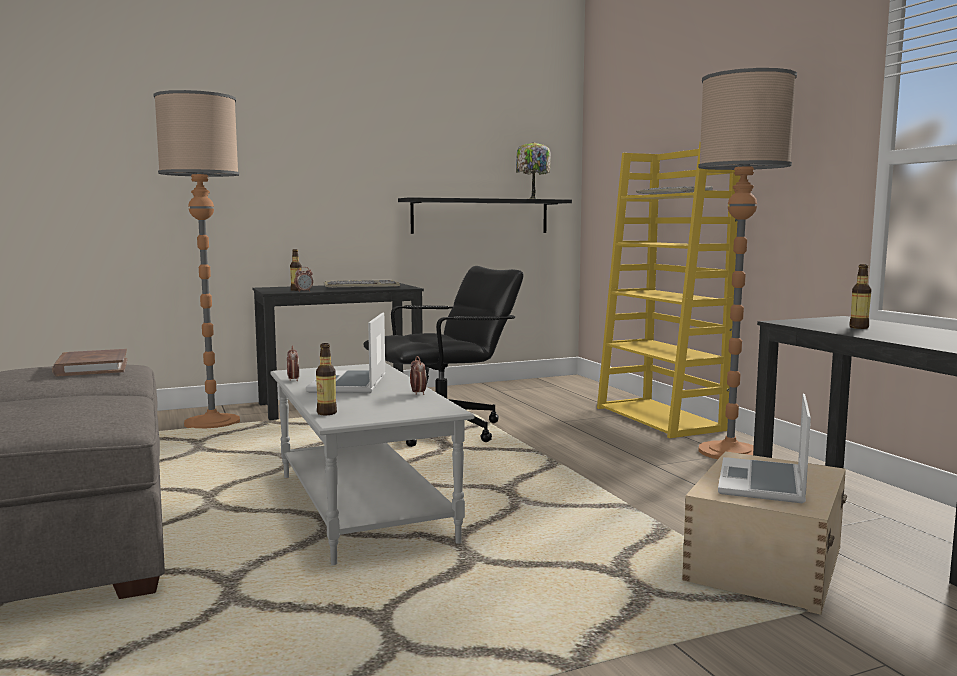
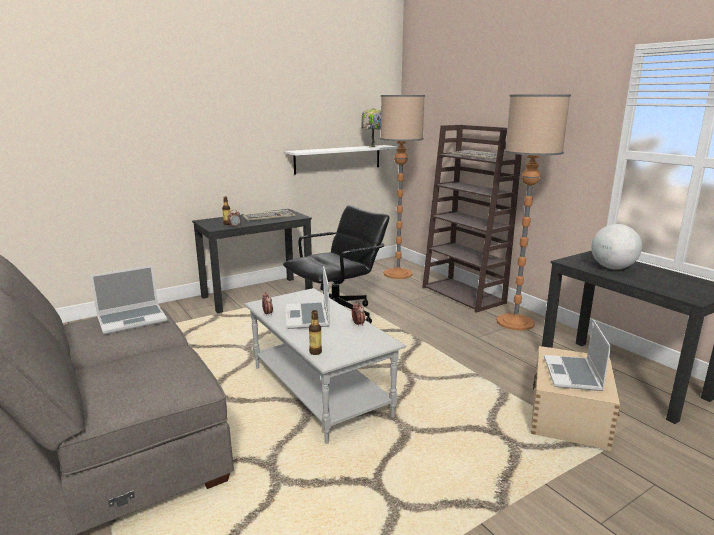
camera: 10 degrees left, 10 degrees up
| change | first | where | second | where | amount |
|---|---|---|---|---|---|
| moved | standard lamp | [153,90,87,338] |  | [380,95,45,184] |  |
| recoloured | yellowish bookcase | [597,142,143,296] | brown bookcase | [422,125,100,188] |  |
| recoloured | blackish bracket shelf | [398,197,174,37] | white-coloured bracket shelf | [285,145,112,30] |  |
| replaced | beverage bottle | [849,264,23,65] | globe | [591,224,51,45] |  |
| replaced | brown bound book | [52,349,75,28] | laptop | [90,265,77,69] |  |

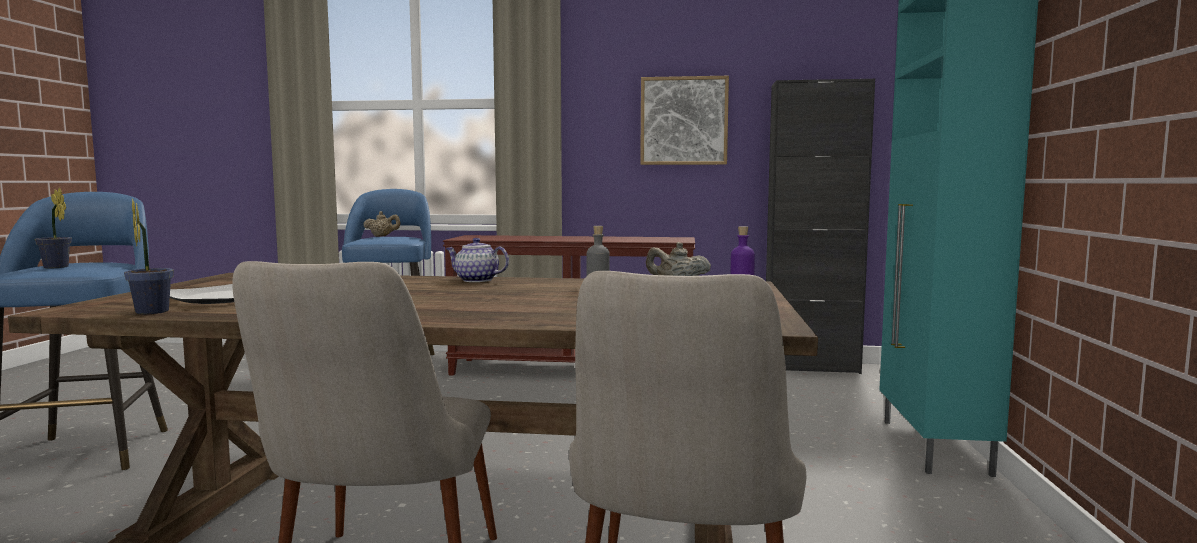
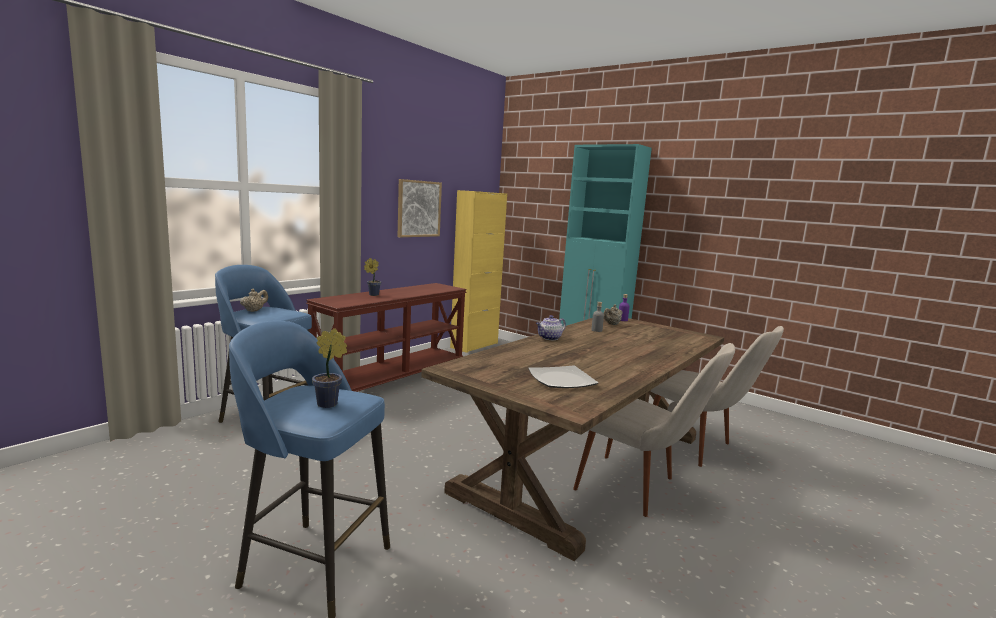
camera: 60 degrees left, 5 degrees up
| change | first | where | second | where | amount |
|---|---|---|---|---|---|
| recoloured | blackish storage cabinet | [766,79,109,295] | yellowish storage cabinet | [450,190,57,163] |  |
| moved | plant in a pot | [124,198,50,116] |  | [364,258,17,38] |  |

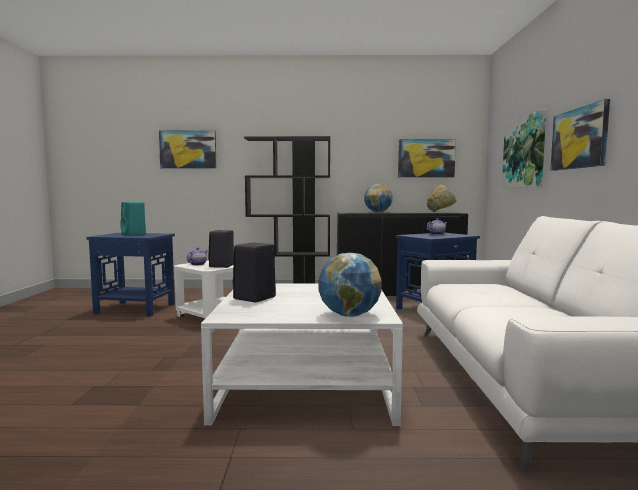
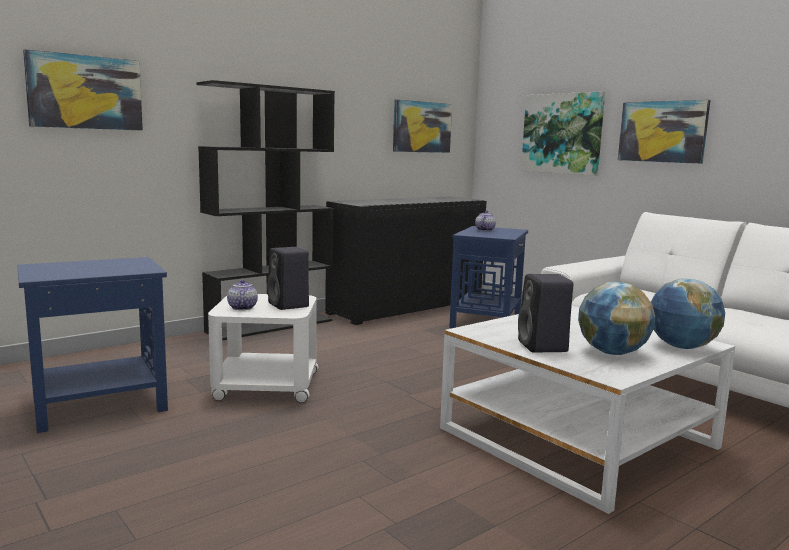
camera: 40 degrees left, 5 degrees up
| change | first | where | second | where | amount |
|---|---|---|---|---|---|
| moved | globe | [364,184,29,28] |  | [578,282,77,73] |  |
| removed | green-coloured deep dish | [427,185,29,27] |  |  |  |
| removed | turquoise loudspeaker | [120,202,26,34] |  |  |  |

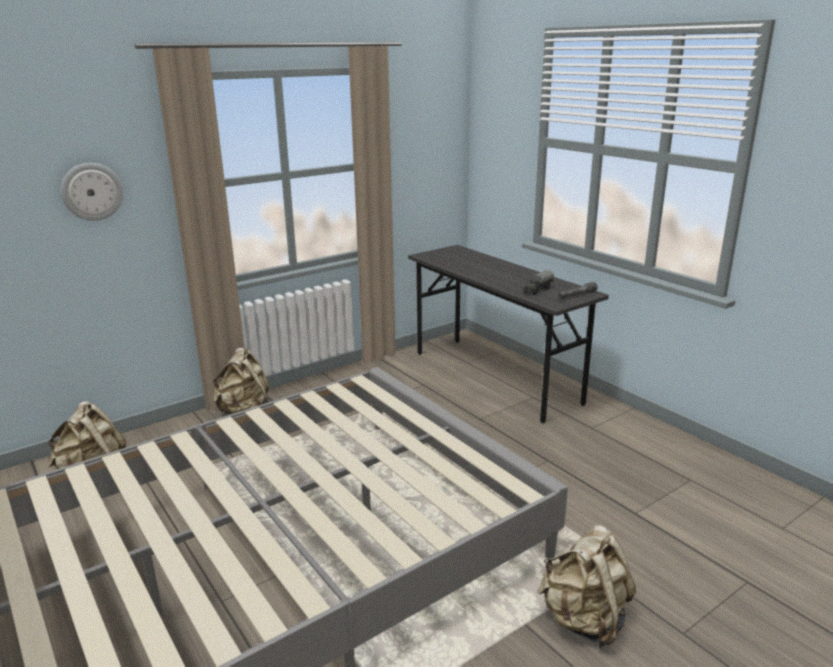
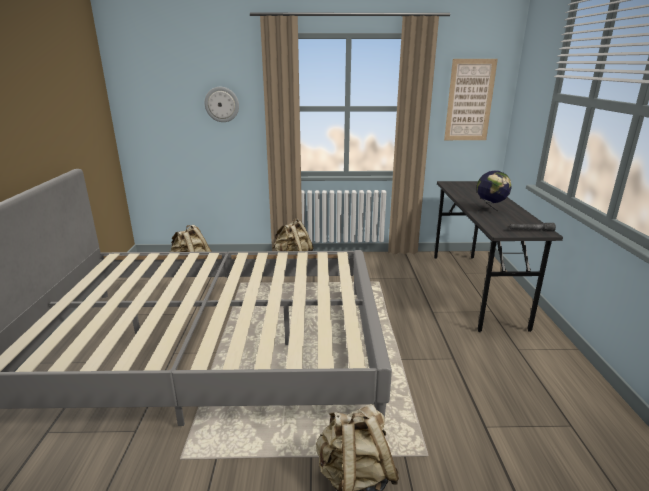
camera: 35 degrees right, 0 degrees up
| change | first | where | second | where | amount |
|---|---|---|---|---|---|
| removed | toy truck | [523,270,31,25] |  |  |  |
| added |  |  | picture | [444,59,54,81] |  |
| added |  |  | globe | [477,170,35,44] |  |

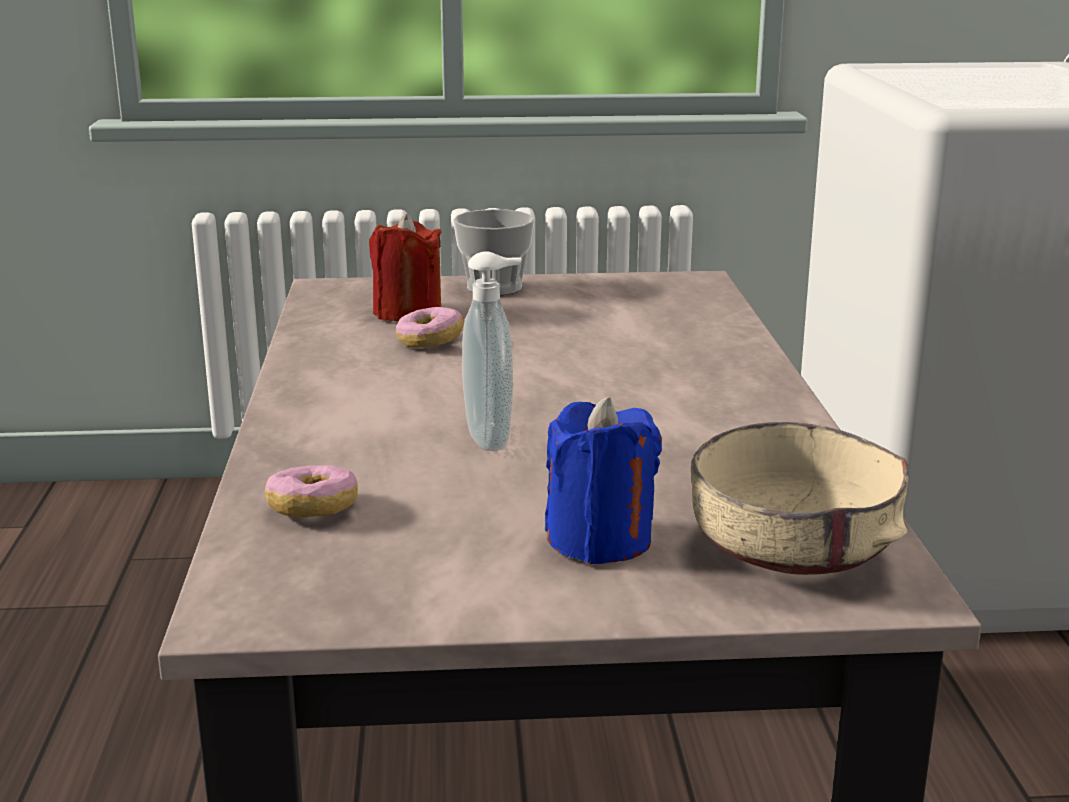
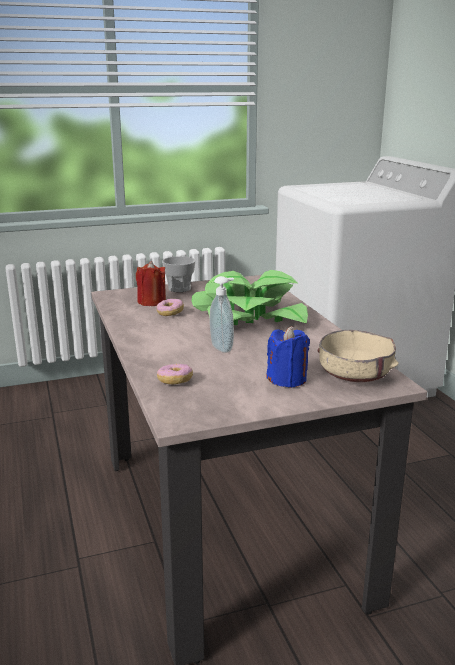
camera: 15 degrees left, 0 degrees up
| change | first | where | second | where | amount |
|---|---|---|---|---|---|
| added |  |  | plant in a pot | [192,270,116,55] |  |

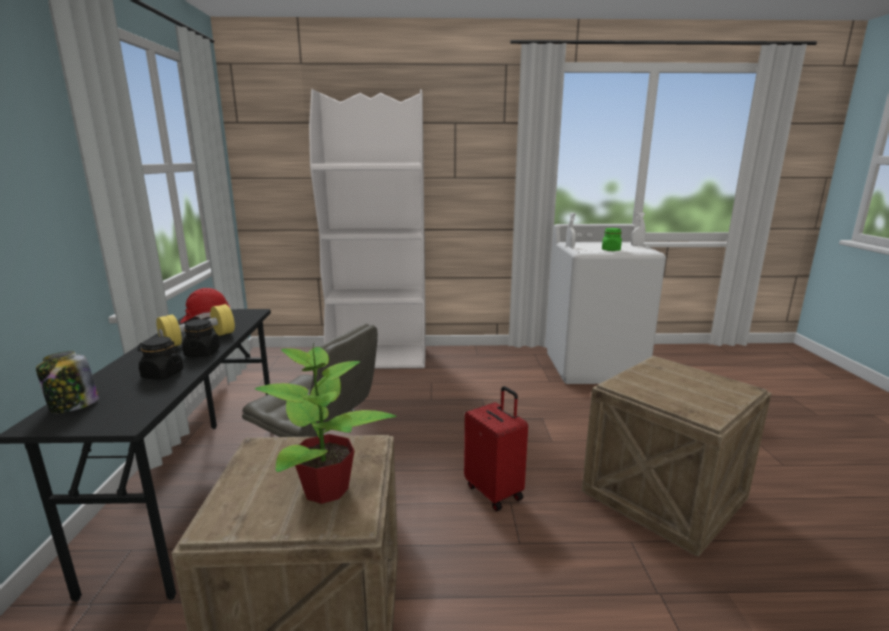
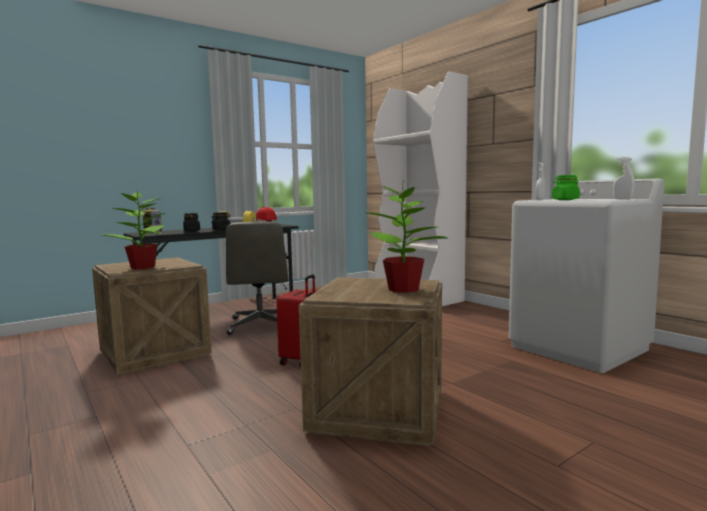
camera: 55 degrees right, 10 degrees down
| change | first | where | second | where | amount |
|---|---|---|---|---|---|
| added |  |  | plant in a pot | [365,184,83,109] |  |

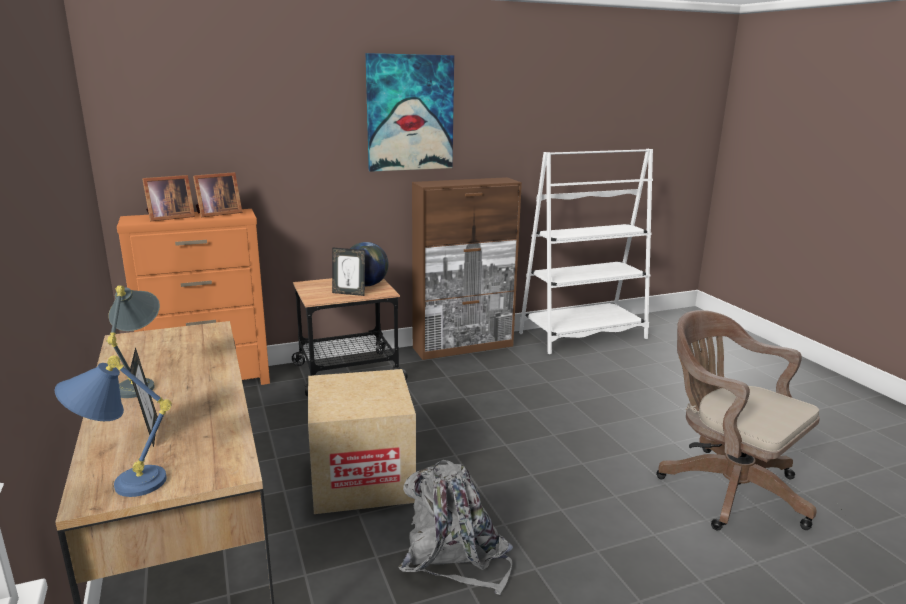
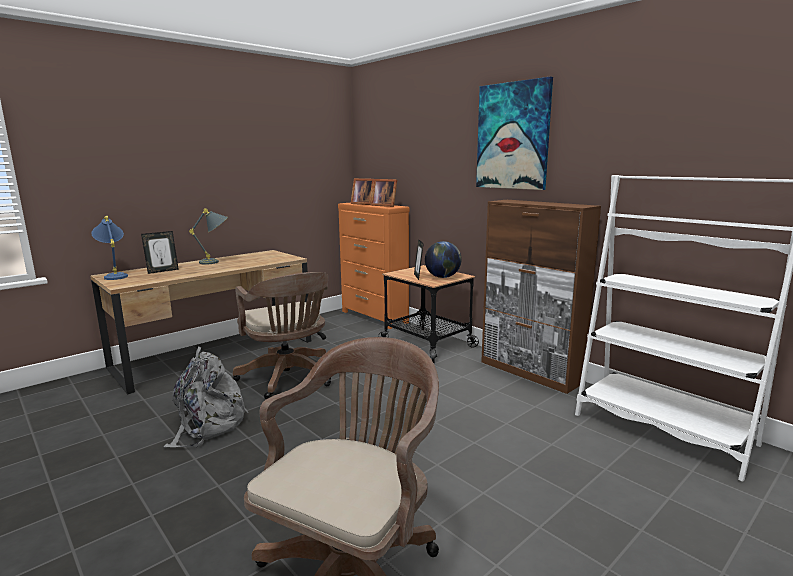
camera: 70 degrees right, 5 degrees down
| change | first | where | second | where | amount |
|---|---|---|---|---|---|
| replaced | carton | [308,369,108,145] | brown desk chair | [233,272,98,127] |  |

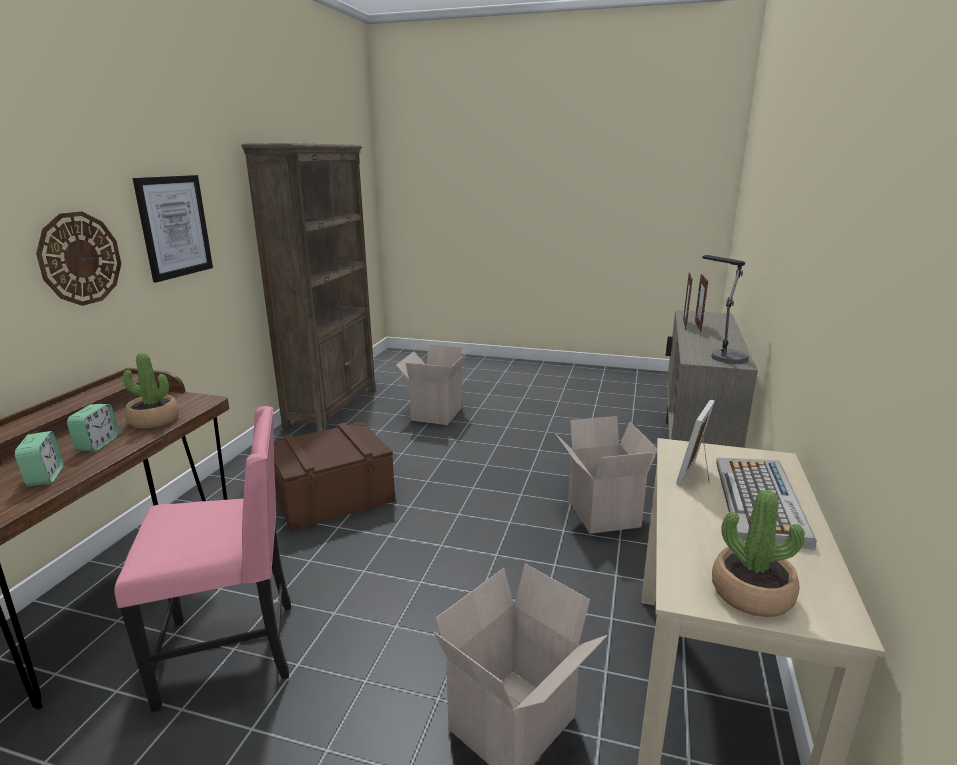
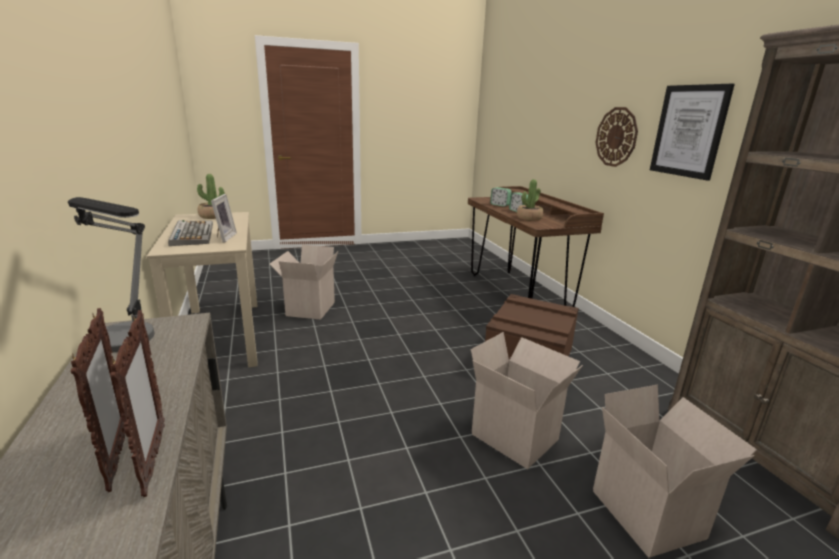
camera: 145 degrees right, 0 degrees up
| change | first | where | second | where | amount |
|---|---|---|---|---|---|
| removed | pink chair | [114,406,177,306] |  |  |  |
| moved | carton | [555,416,102,118] |  | [471,332,112,137] |  |

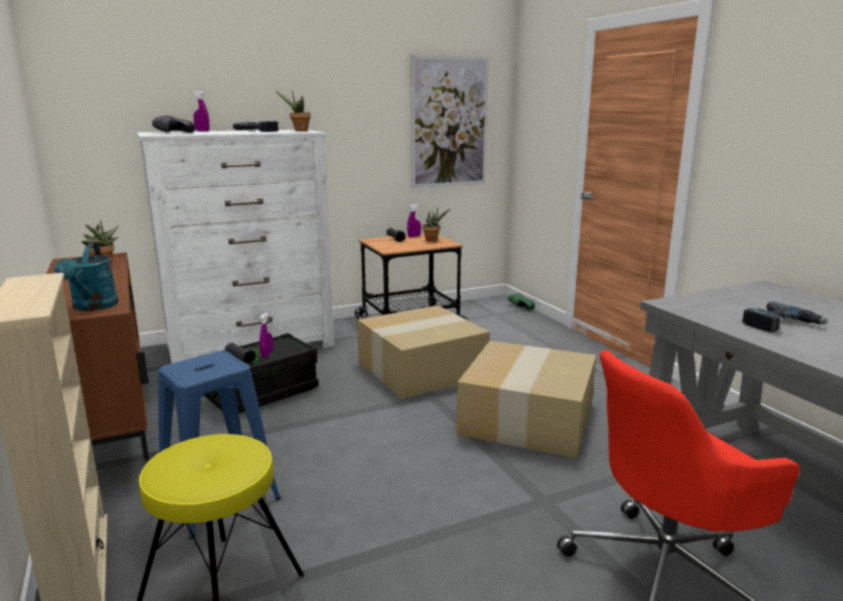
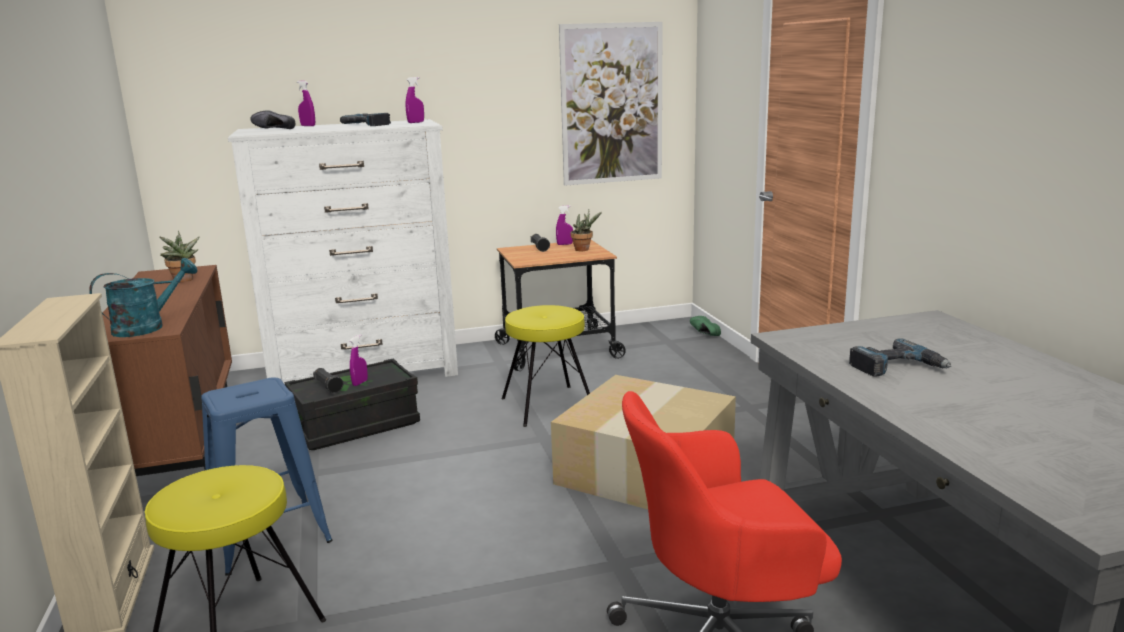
camera: 10 degrees right, 0 degrees up
| change | first | where | second | where | amount |
|---|---|---|---|---|---|
| replaced | plant in a pot | [276,91,35,40] | purple sprayer | [405,77,19,46] |  |
| turned | turquoise watering pot | [54,244,65,67] |  | [89,258,109,79] | 135 degrees counterclockwise |
| replaced | carton | [357,305,133,94] | yellowish sitting stool | [502,305,88,122] |  |

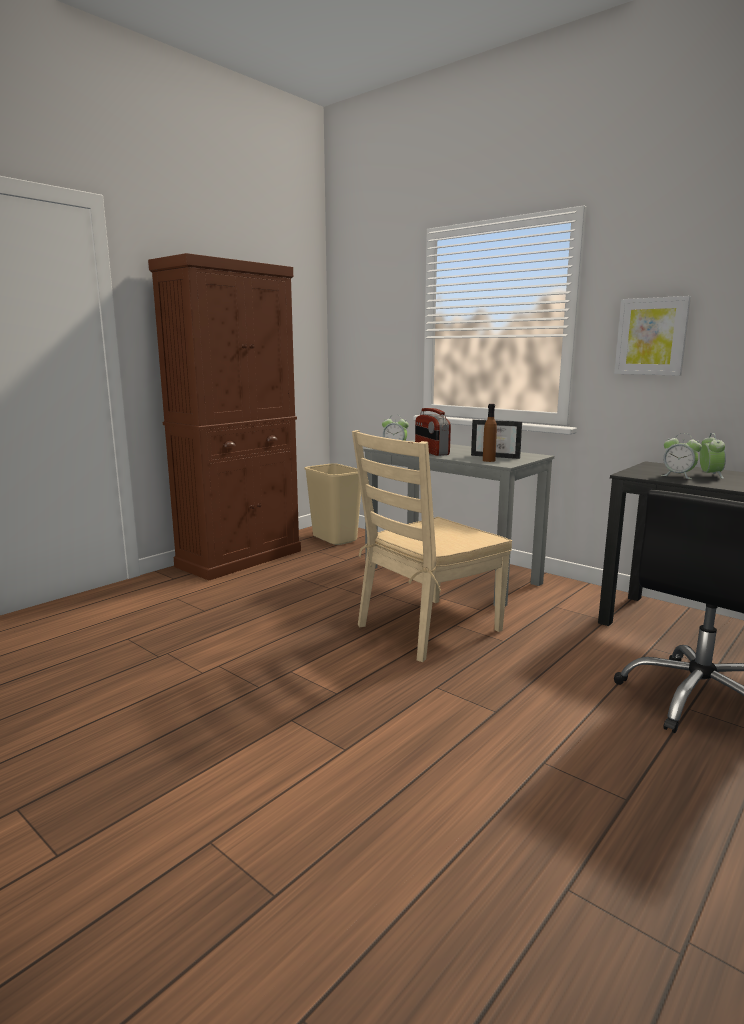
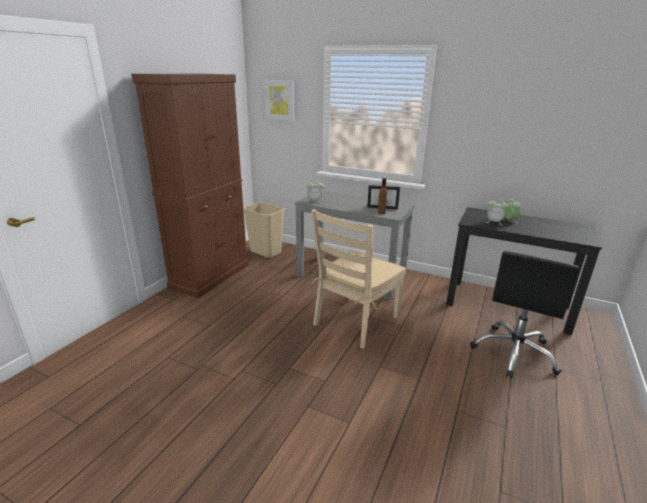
camera: 15 degrees left, 10 degrees up
| change | first | where | second | where | amount |
|---|---|---|---|---|---|
| moved | picture | [614,296,77,80] |  | [264,80,30,41] |  |
| removed | radio | [415,408,36,48] |  |  |  |

